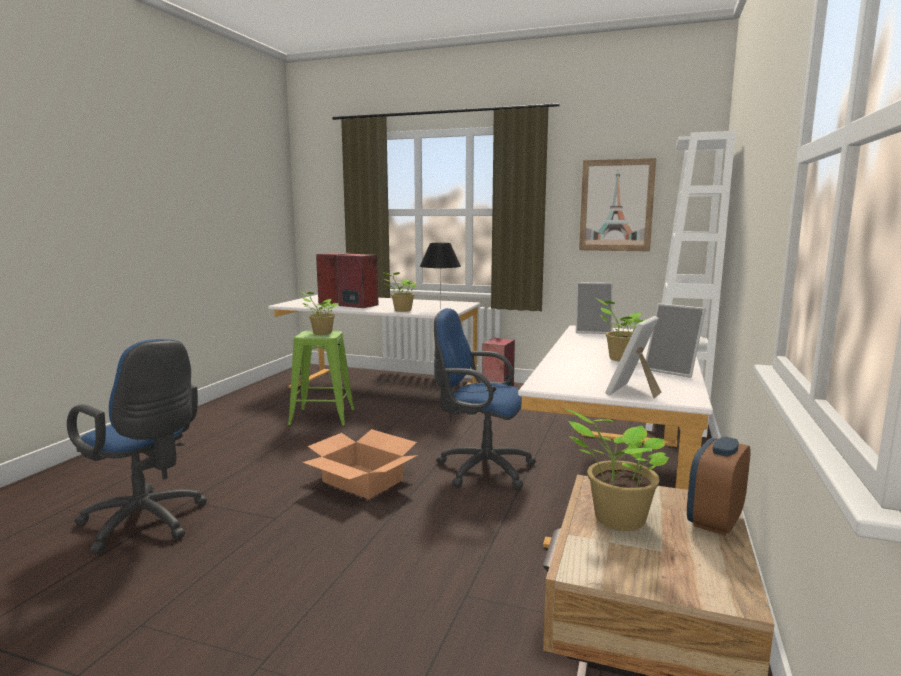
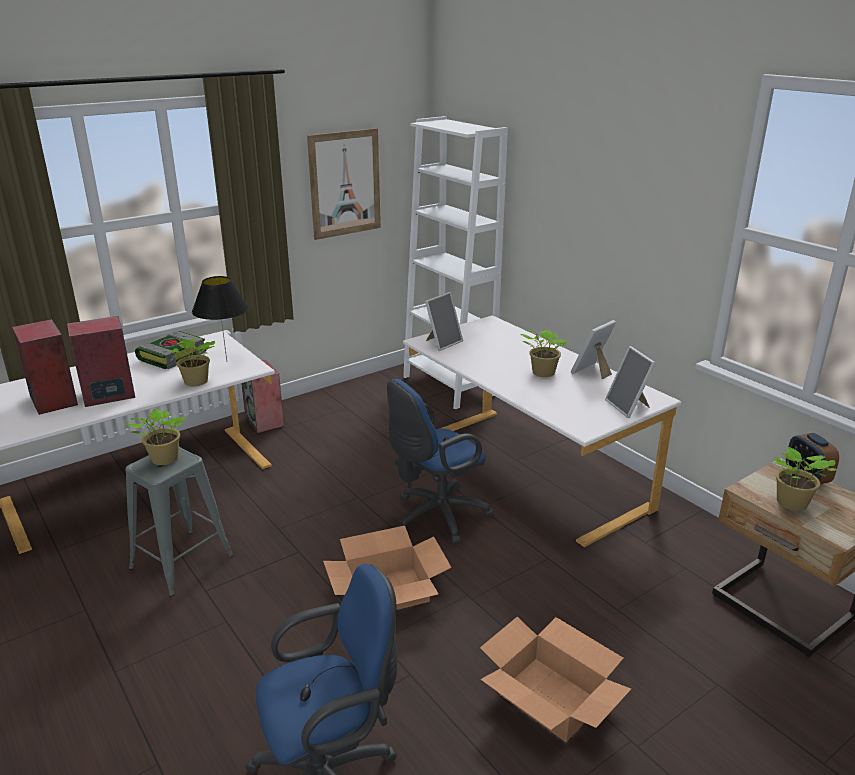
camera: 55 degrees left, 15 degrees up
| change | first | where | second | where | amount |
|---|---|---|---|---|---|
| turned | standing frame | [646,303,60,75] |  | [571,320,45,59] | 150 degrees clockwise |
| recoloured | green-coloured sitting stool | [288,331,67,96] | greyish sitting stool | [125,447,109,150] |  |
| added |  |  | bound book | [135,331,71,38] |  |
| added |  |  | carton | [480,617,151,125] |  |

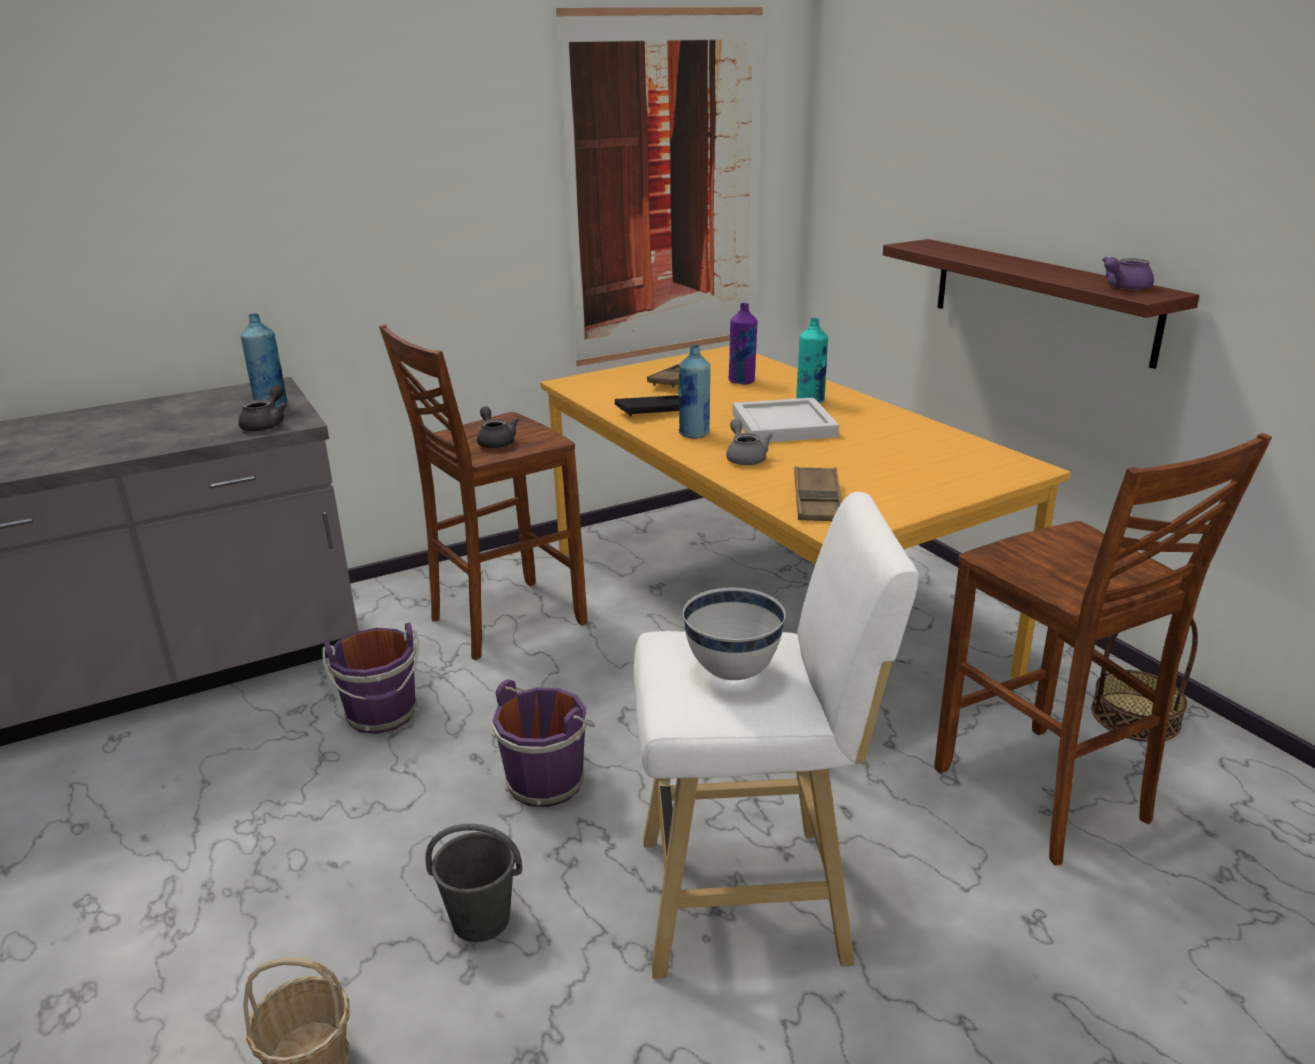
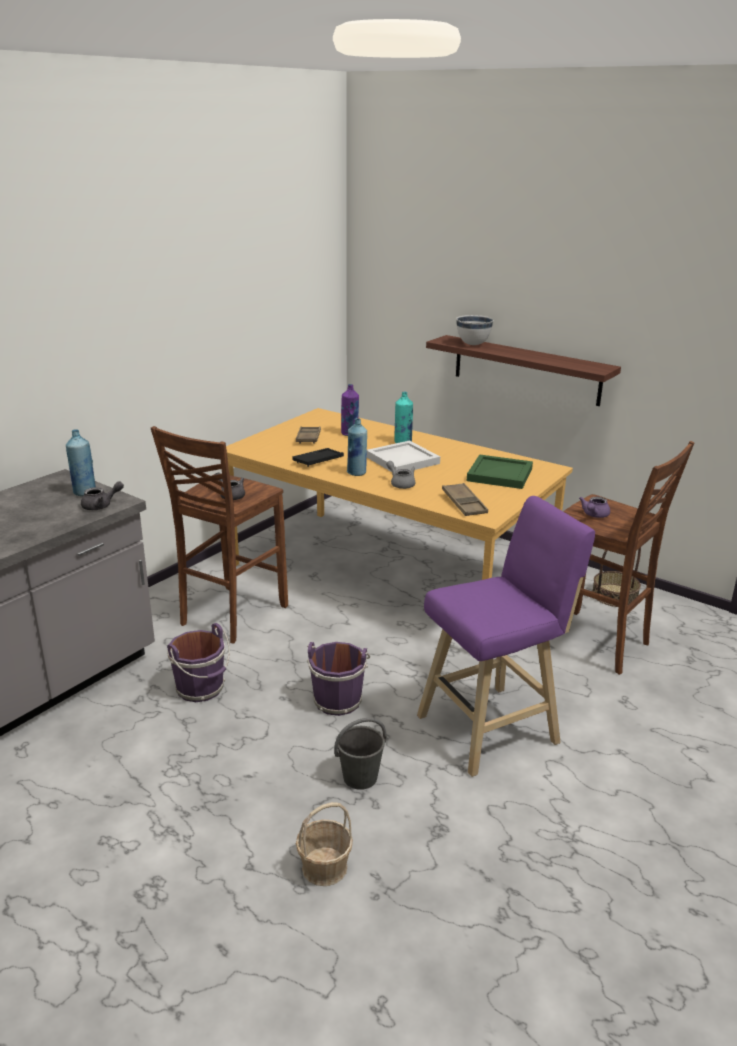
camera: 25 degrees left, 0 degrees up
| change | first | where | second | where | amount |
|---|---|---|---|---|---|
| removed | picture | [556,7,207,359] |  |  |  |
| moved | purple teapot | [1102,257,52,33] |  | [579,497,31,21] |  |
| turned | greyish teapot | [238,385,49,47] |  | [81,481,43,29] | 75 degrees clockwise |
| recoloured | white-coloured sitting stool | [634,492,285,487] | purple sitting stool | [417,496,178,281] |  |
| moved | white-coloured deep dish | [683,588,103,92] |  | [456,315,38,30] |  |
| added |  |  | green-coloured carrying tray | [467,454,66,35] |  |

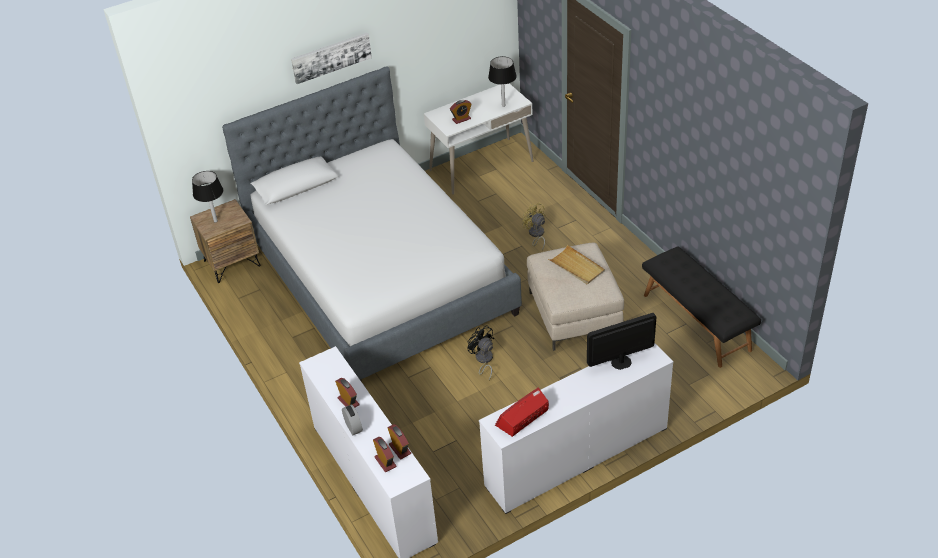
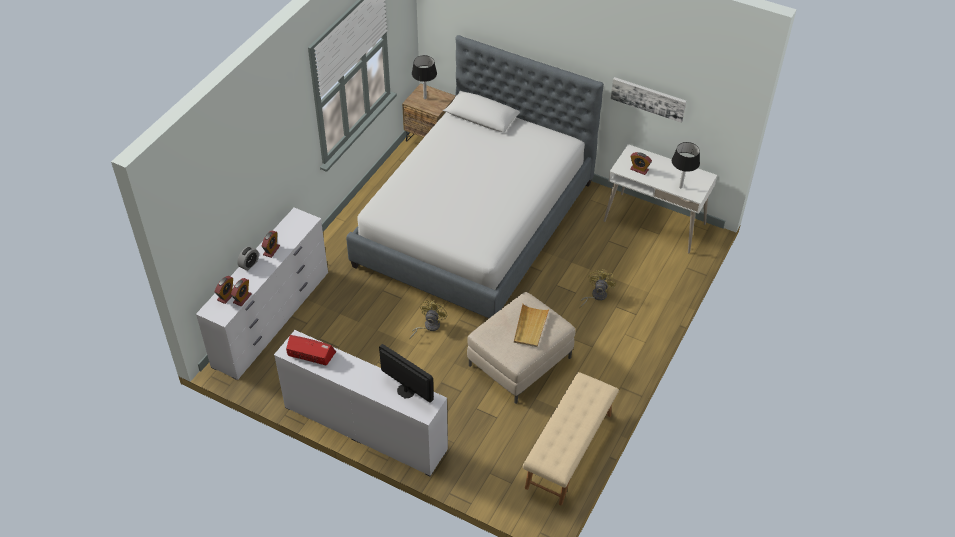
camera: 55 degrees right, 5 degrees up
| change | first | where | second | where | amount |
|---|---|---|---|---|---|
| moved | picture | [291,33,81,51] |  | [611,77,75,46] |  |
| recoloured | blackish indoor bench | [642,246,119,122] | sand-coloured indoor bench | [523,372,96,133] |  |
| recoloured | blackish cooling fan | [467,325,27,55] | yellowish cooling fan | [409,300,39,39] |  |

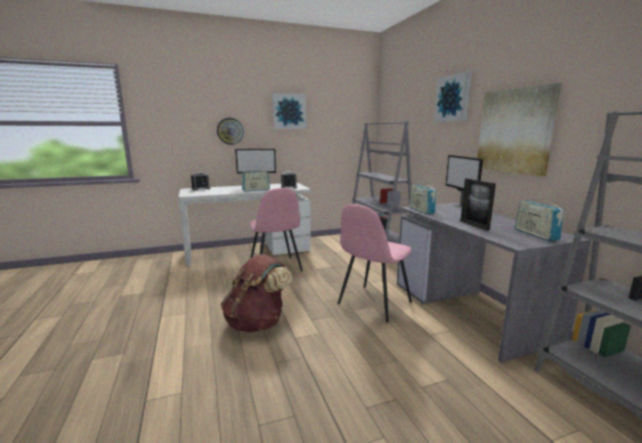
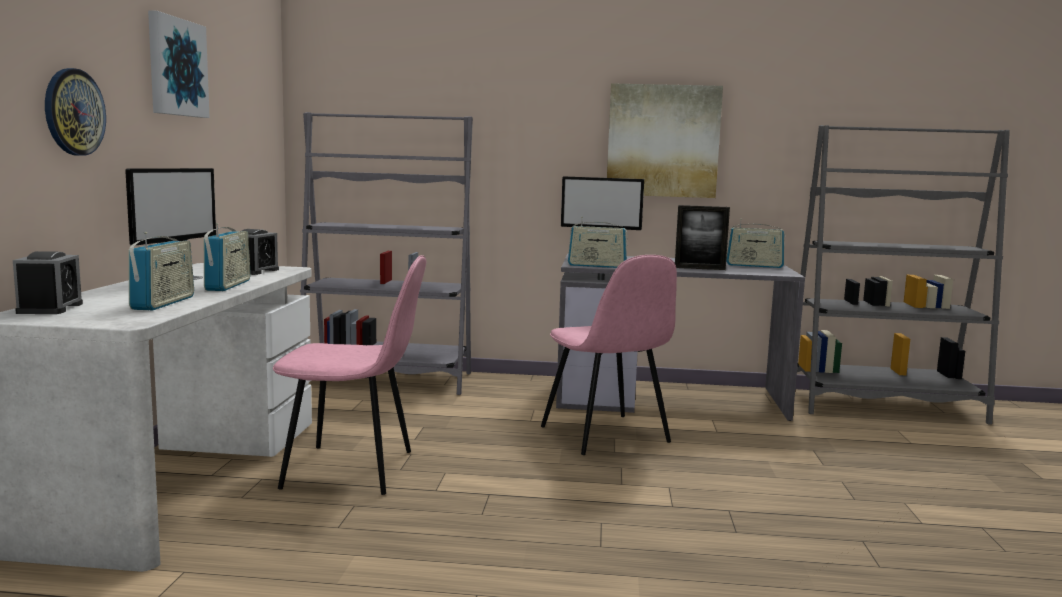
camera: 65 degrees left, 5 degrees down
| change | first | where | second | where | amount |
|---|---|---|---|---|---|
| removed | picture | [434,71,38,51] |  |  |  |
| removed | brown backpack | [221,254,71,78] |  |  |  |
| added |  |  | radio | [128,232,66,79] |  |

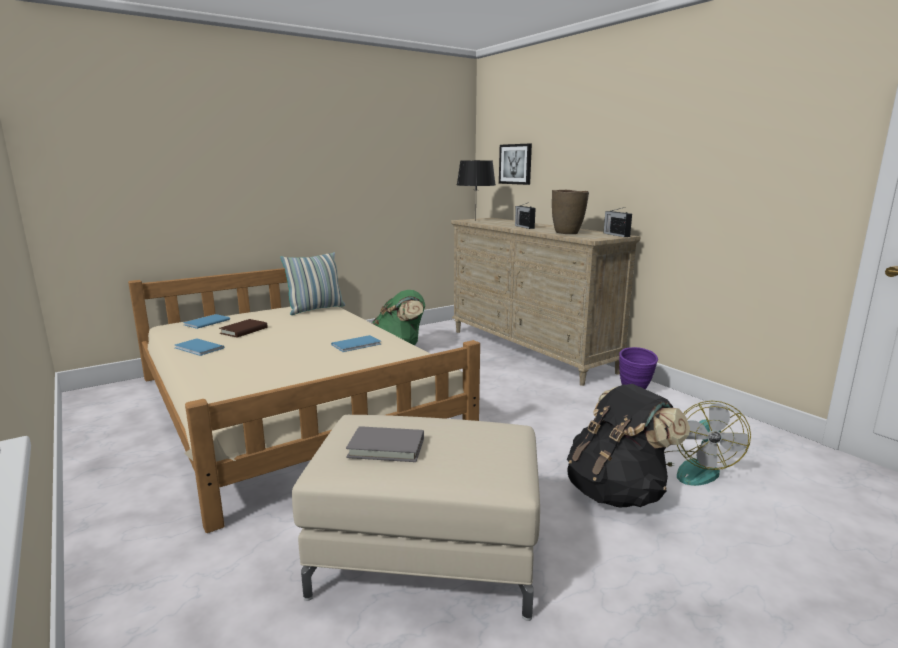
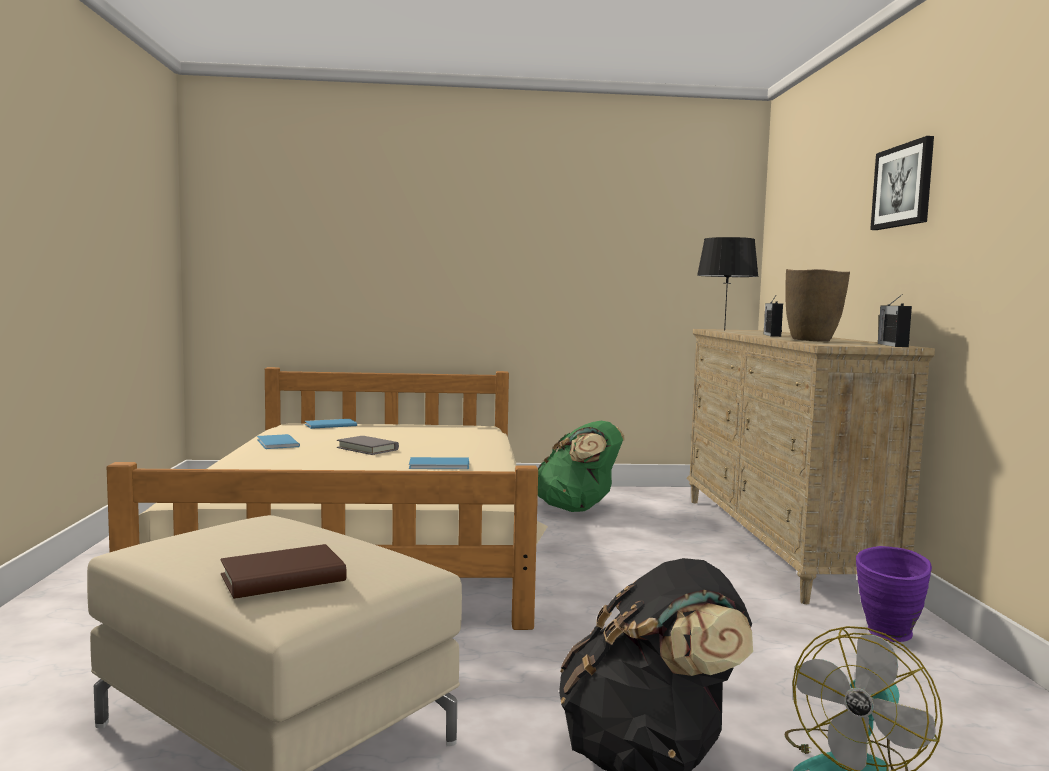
camera: 30 degrees right, 10 degrees down
| change | first | where | second | where | amount |
|---|---|---|---|---|---|
| moved | picture | [499,144,33,41] |  | [870,136,64,94] |  |
| removed | pillow | [280,252,65,63] |  |  |  |
| moved | brown bound book | [219,319,49,18] |  | [221,544,126,55] |  |
| moved | greyish bound book | [346,426,78,36] |  | [337,436,62,19] |  |

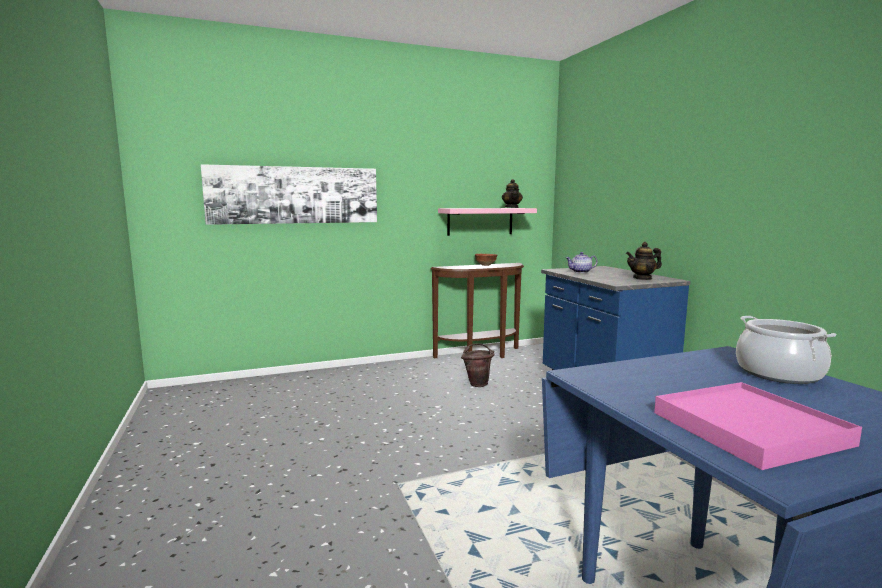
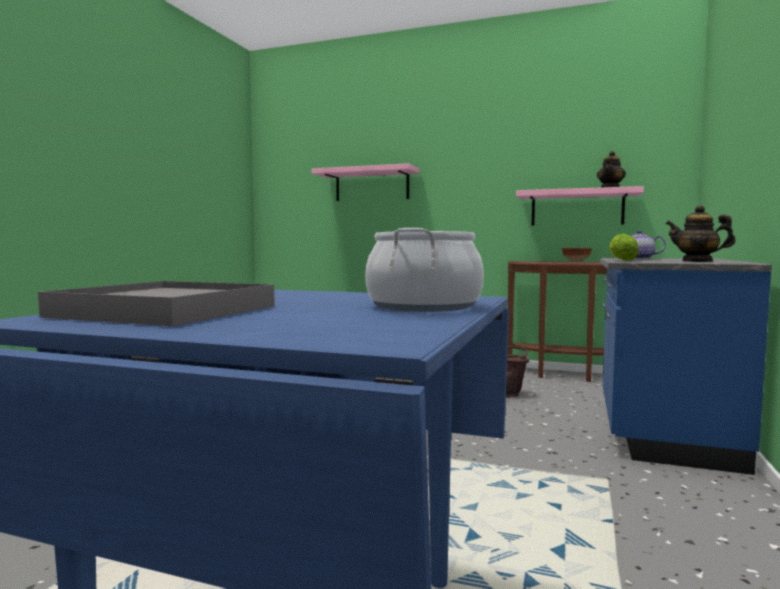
camera: 40 degrees right, 5 degrees down
| change | first | where | second | where | amount |
|---|---|---|---|---|---|
| replaced | picture | [201,164,176,61] | pink bracket shelf | [311,163,109,38] |  |
| recoloured | pink carrying tray | [654,382,208,88] | greyish carrying tray | [38,281,237,45] |  |
| added |  |  | lettuce head | [609,234,30,27] |  |

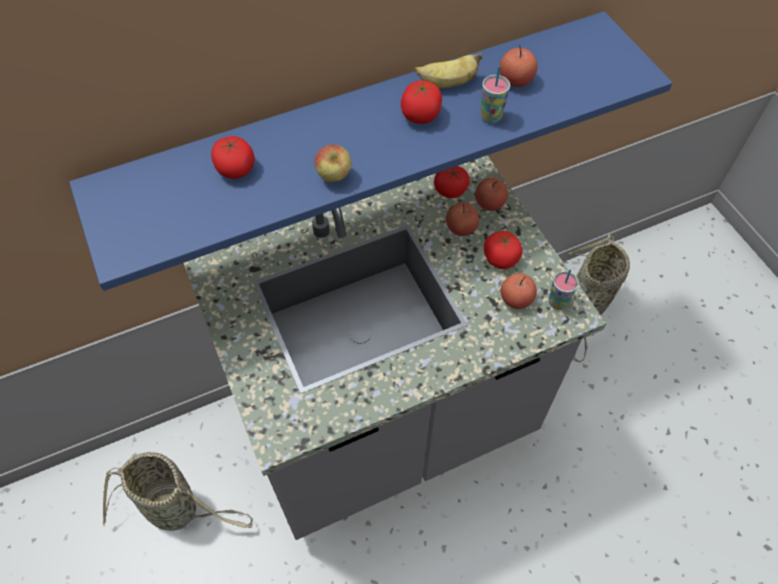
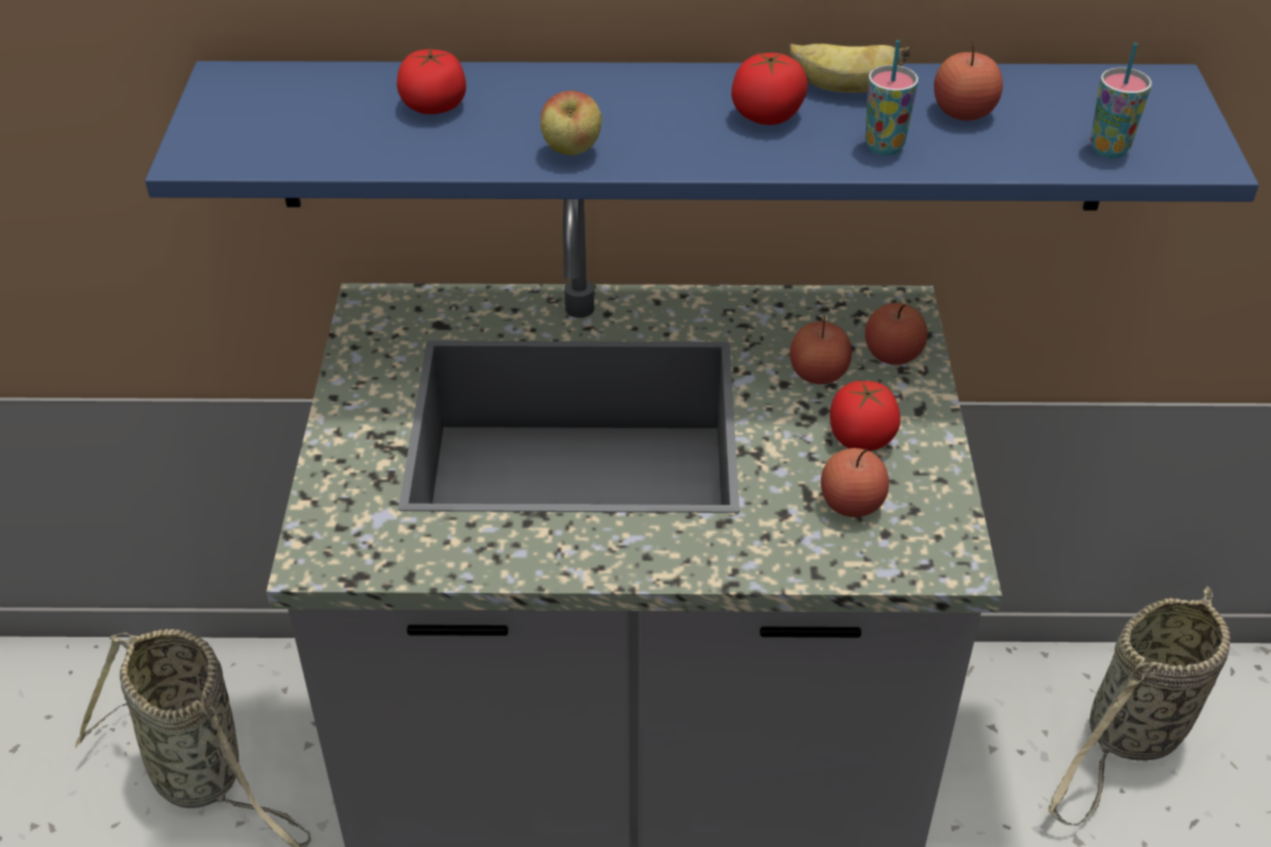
camera: 25 degrees right, 15 degrees down
| change | first | where | second | where | amount |
|---|---|---|---|---|---|
| removed | tomato | [434,166,36,32] |  |  |  |
| moved | drinking cup | [549,269,30,41] |  | [1090,43,62,115] |  |

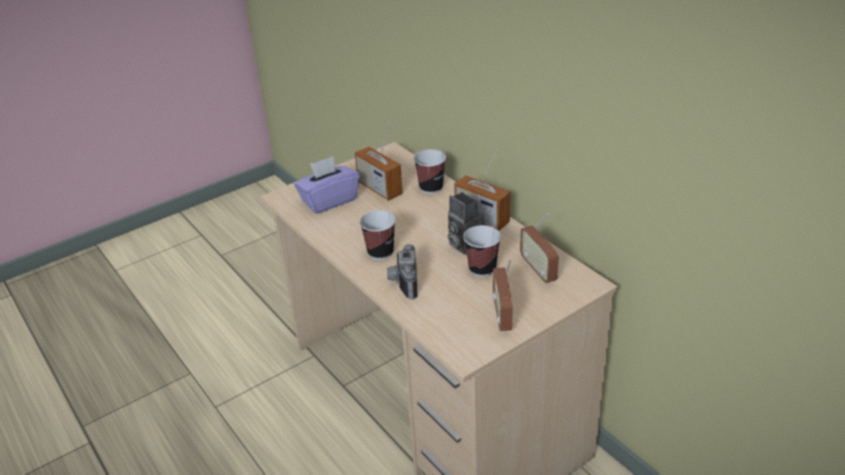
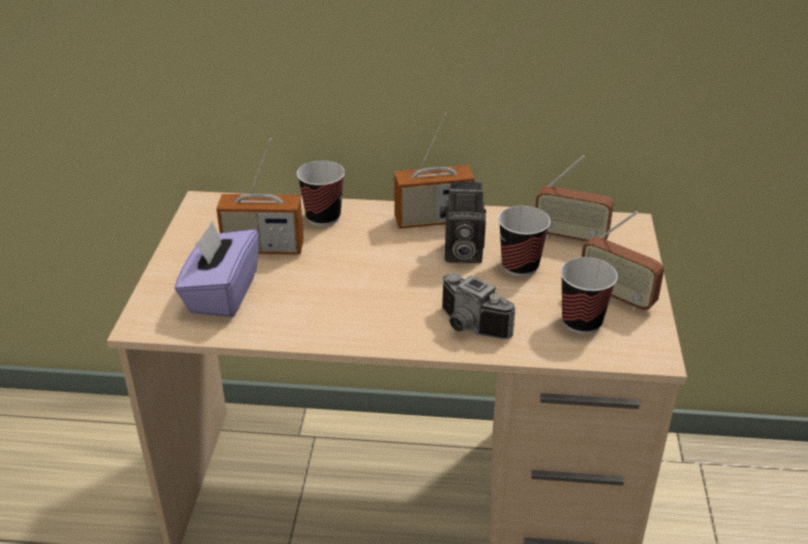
camera: 50 degrees left, 0 degrees up
| change | first | where | second | where | amount |
|---|---|---|---|---|---|
| moved | drinking cup | [360,210,36,50] |  | [560,257,58,77] |  |

